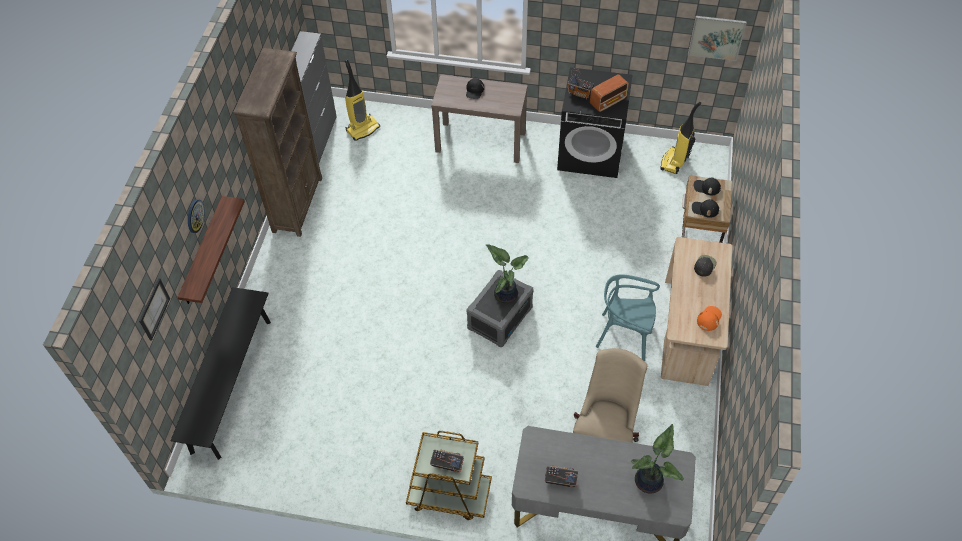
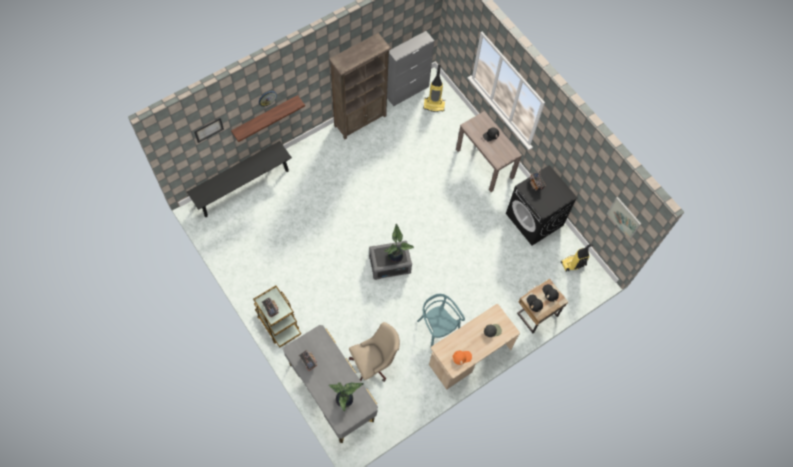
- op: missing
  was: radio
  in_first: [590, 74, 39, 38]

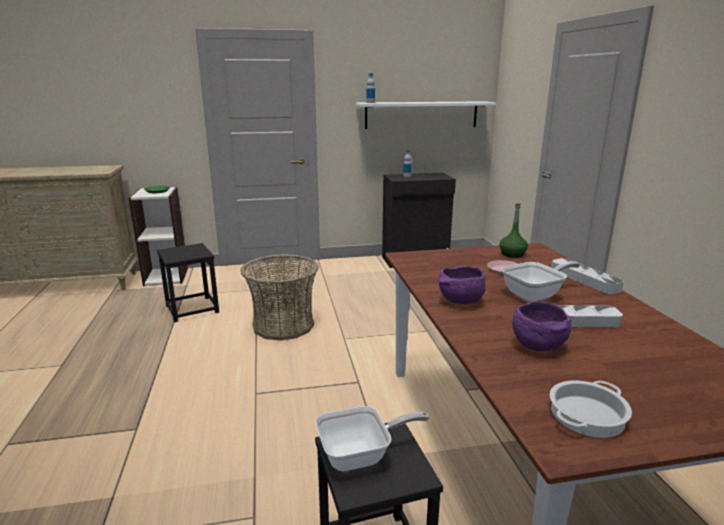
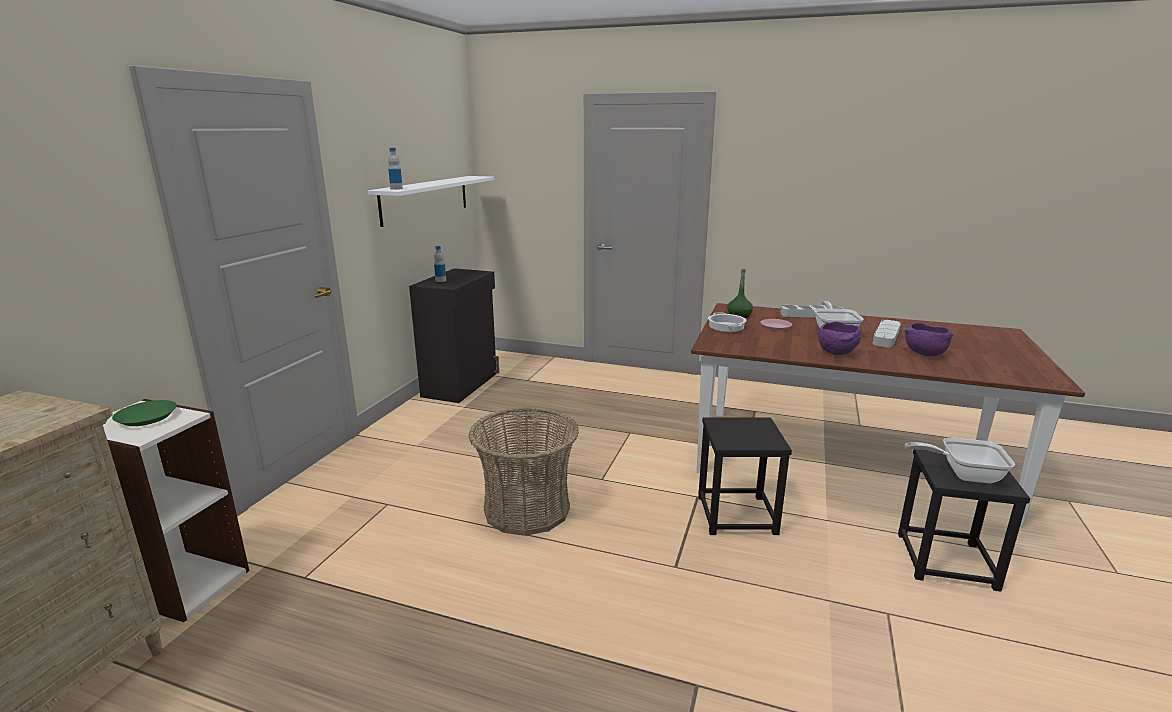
- op: relocated
  was: stool (black)
  in_first: [157, 243, 62, 79]
  in_second: [698, 417, 94, 118]
- op: relocated
  was: saucepot
  in_first: [550, 380, 82, 58]
  in_second: [708, 312, 39, 20]
- op: spun
  was: pan
  in_first: [315, 406, 115, 65]
  in_second: [905, 438, 110, 45]
  clockwise: -90

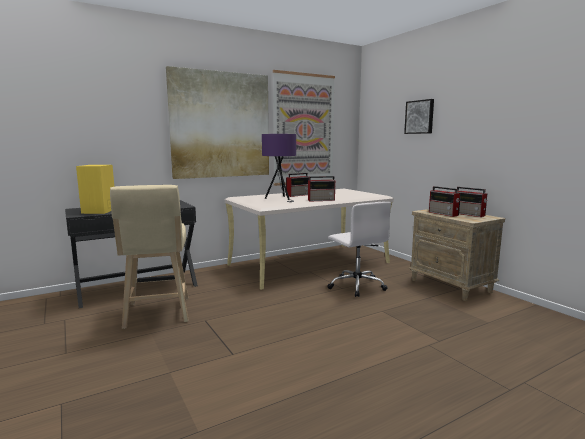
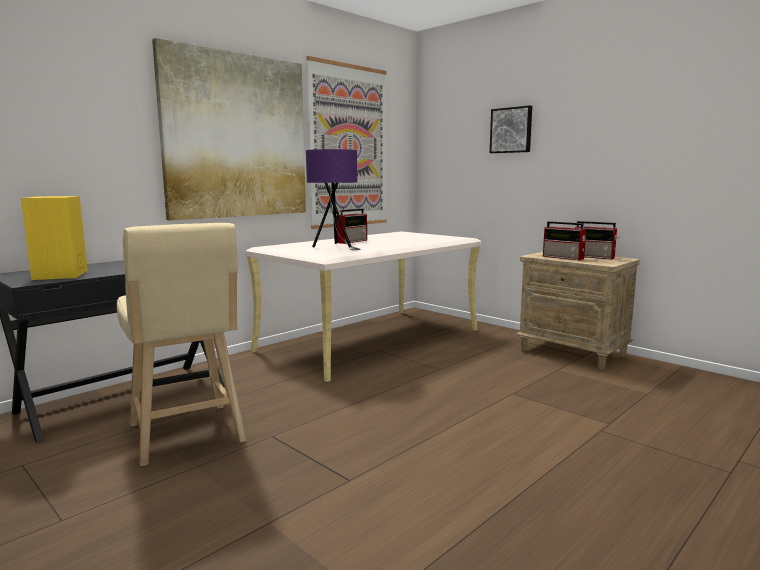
- op: missing
  was: radio
  in_first: [308, 176, 27, 25]
- op: missing
  was: office chair (white)
  in_first: [327, 201, 64, 96]

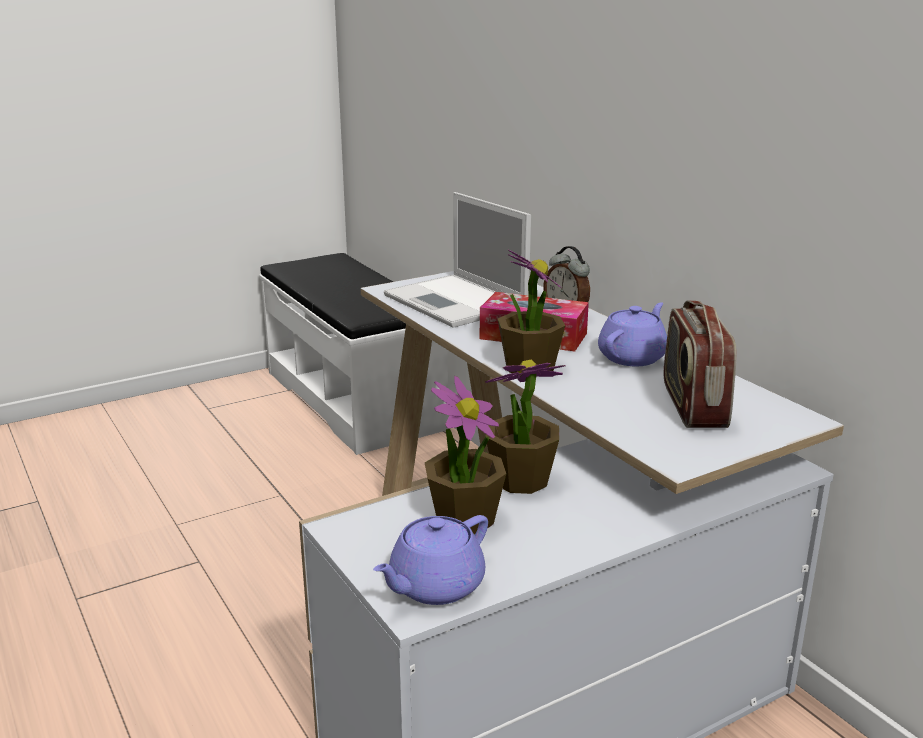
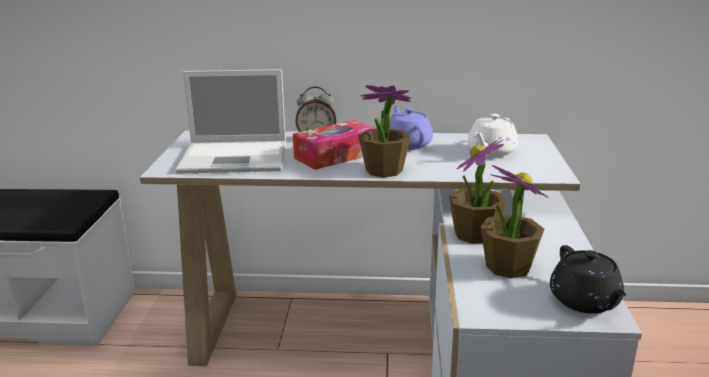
- op: exchanged
  was: radio
  now: teapot (white)
  in_first: [664, 300, 73, 128]
  in_second: [468, 114, 50, 43]
- op: colour
  was: teapot (purple)
  now: teapot (black)
  in_first: [373, 515, 115, 90]
  in_second: [550, 245, 76, 69]

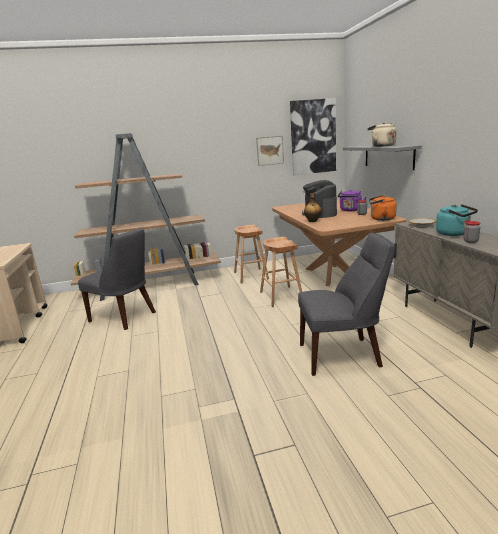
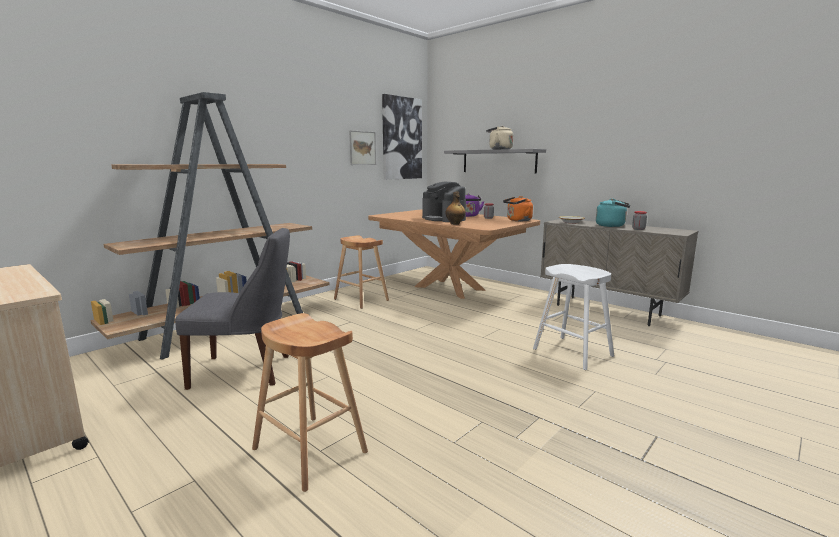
- op: relocated
  was: stool (brown-coloured)
  in_first: [260, 237, 42, 70]
  in_second: [252, 313, 116, 179]
- op: exchanged
  was: upright chair (gray)
  now: stool (white)
  in_first: [298, 232, 97, 144]
  in_second: [533, 264, 81, 106]

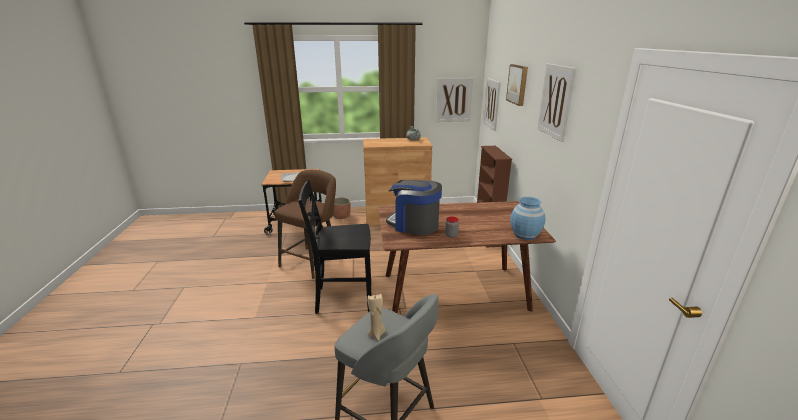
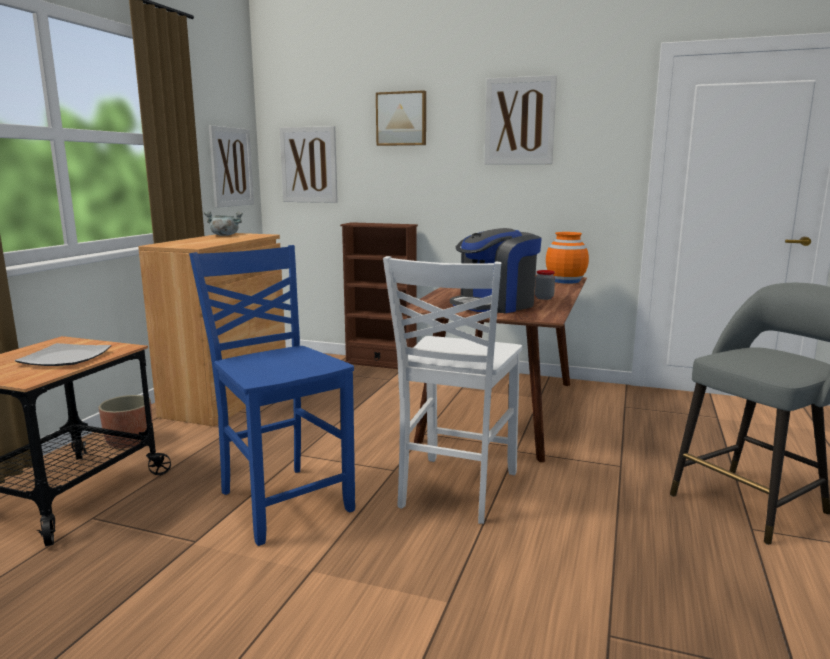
- op: missing
  was: wax light (beige)
  in_first: [368, 294, 17, 47]
- op: exchanged
  was: stool (brown-coloured)
  now: upright chair (blue-coloured)
  in_first: [274, 170, 62, 109]
  in_second: [189, 245, 166, 301]
- op: colour
  was: upright chair (black)
  now: upright chair (white)
  in_first: [298, 179, 74, 135]
  in_second: [383, 256, 139, 268]
- op: colour
  was: flower vase (blue-coloured)
  now: flower vase (orange)
  in_first: [510, 197, 35, 43]
  in_second: [546, 232, 43, 52]

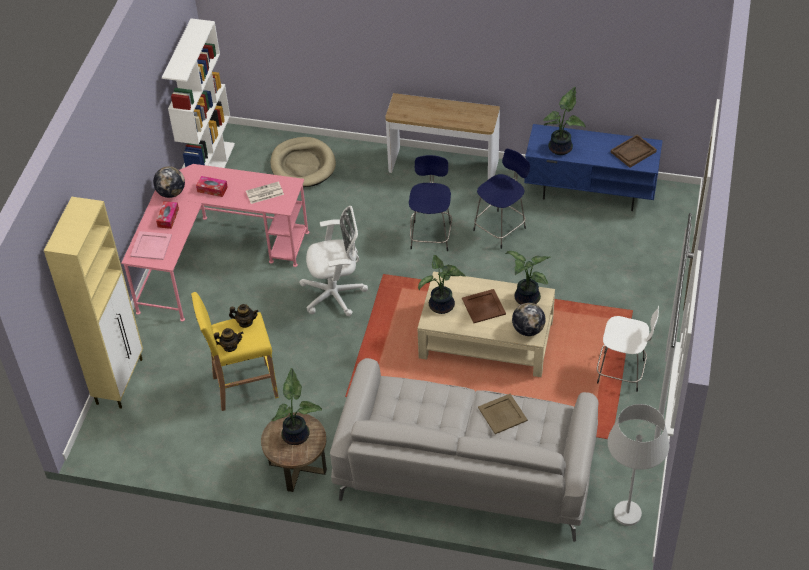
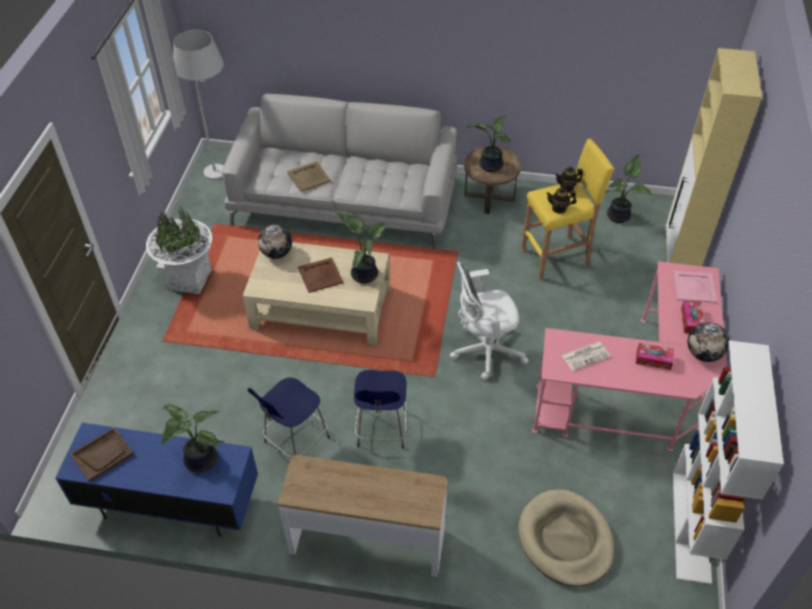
- op: relocated
  was: houseplant
  in_first: [505, 251, 45, 54]
  in_second: [605, 154, 46, 69]
- op: exchanged
  was: stool (white)
  now: flower pot (white)
  in_first: [597, 306, 62, 86]
  in_second: [146, 207, 66, 87]

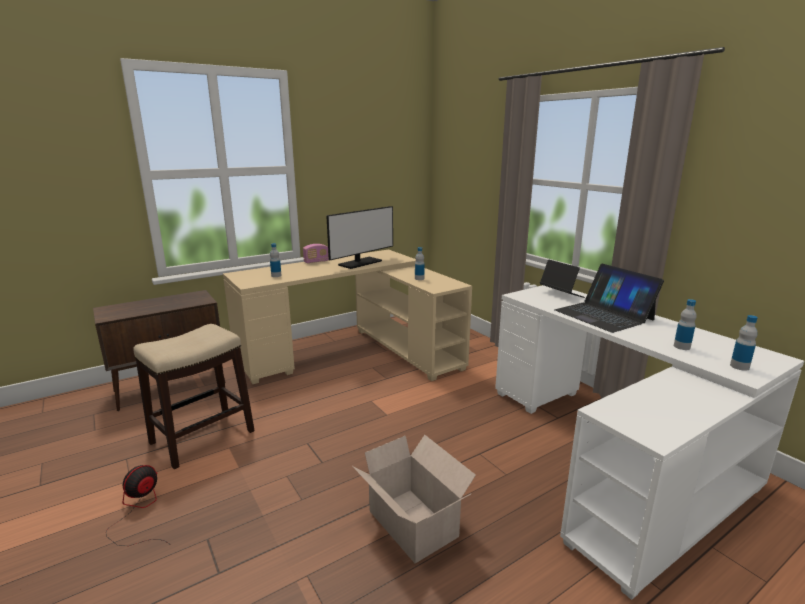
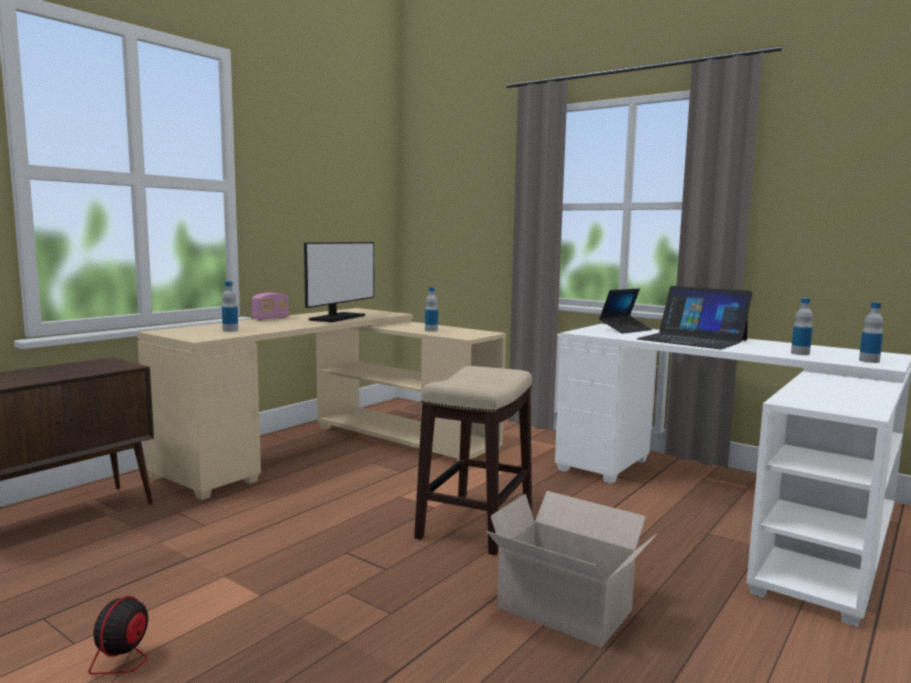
- op: relocated
  was: stool
  in_first: [133, 324, 122, 145]
  in_second: [414, 366, 118, 189]
- op: spun
  was: portable computer
  in_first: [540, 259, 45, 39]
  in_second: [599, 289, 53, 45]
  clockwise: 105

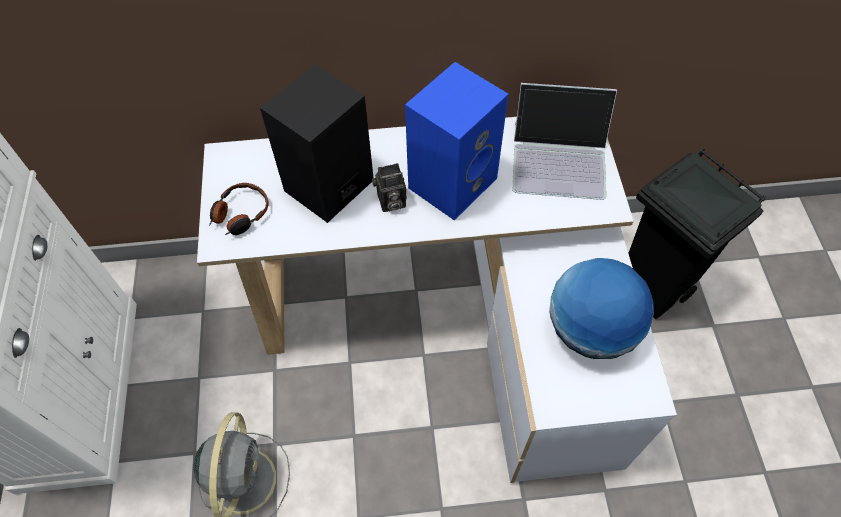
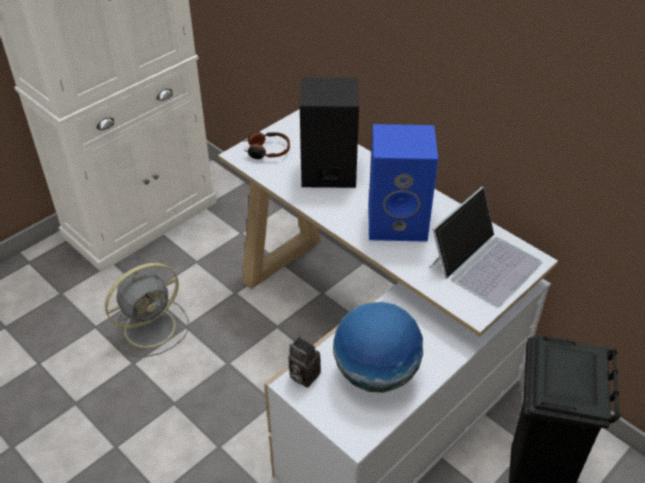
- op: relocated
  was: still camera
  in_first: [372, 163, 35, 49]
  in_second: [288, 337, 33, 51]
- op: spun
  was: portable computer
  in_first: [512, 83, 105, 117]
  in_second: [430, 187, 112, 121]
  clockwise: -105

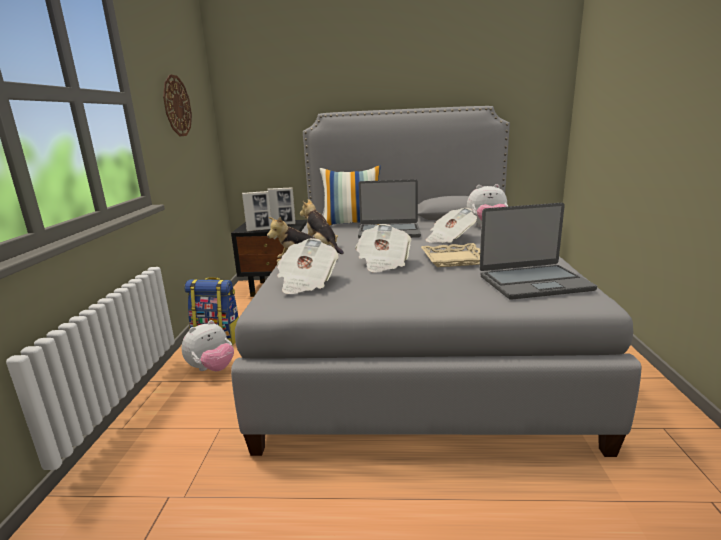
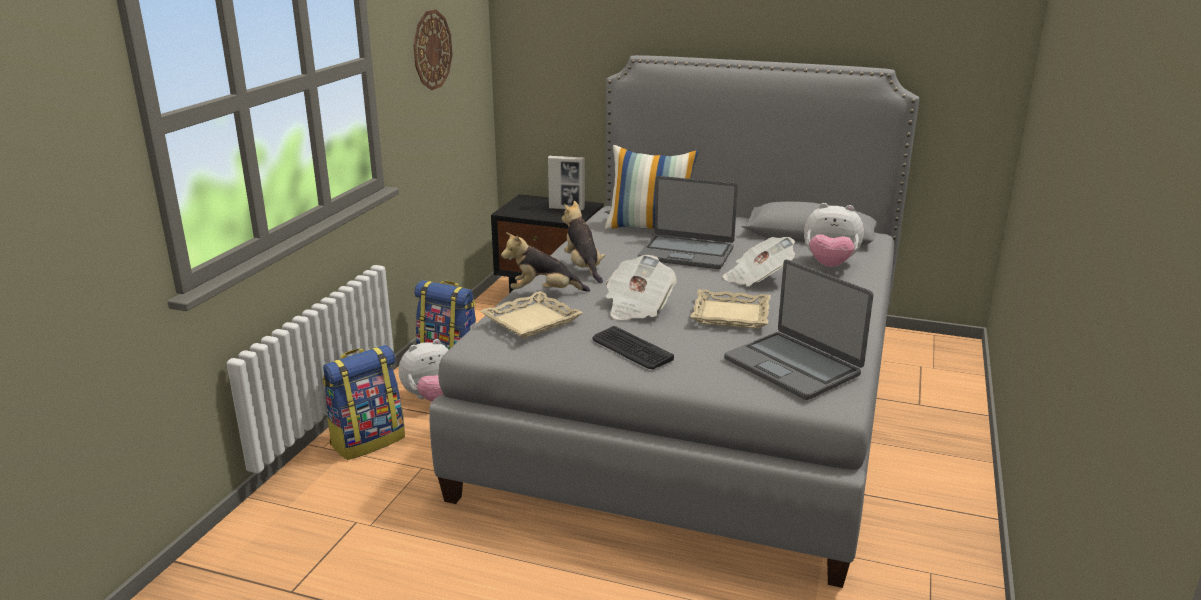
- op: missing
  was: standing frame
  in_first: [242, 191, 30, 40]
- op: appeared
  now: backpack
  in_second: [322, 345, 83, 115]
- op: appeared
  now: PC keyboard
  in_second: [593, 326, 81, 43]
- op: exchanged
  was: daily paper
  now: serving tray (beige)
  in_first: [277, 238, 62, 56]
  in_second: [481, 291, 102, 47]
- op: spun
  was: portable computer
  in_first: [480, 203, 117, 97]
  in_second: [724, 259, 149, 141]
  clockwise: 45

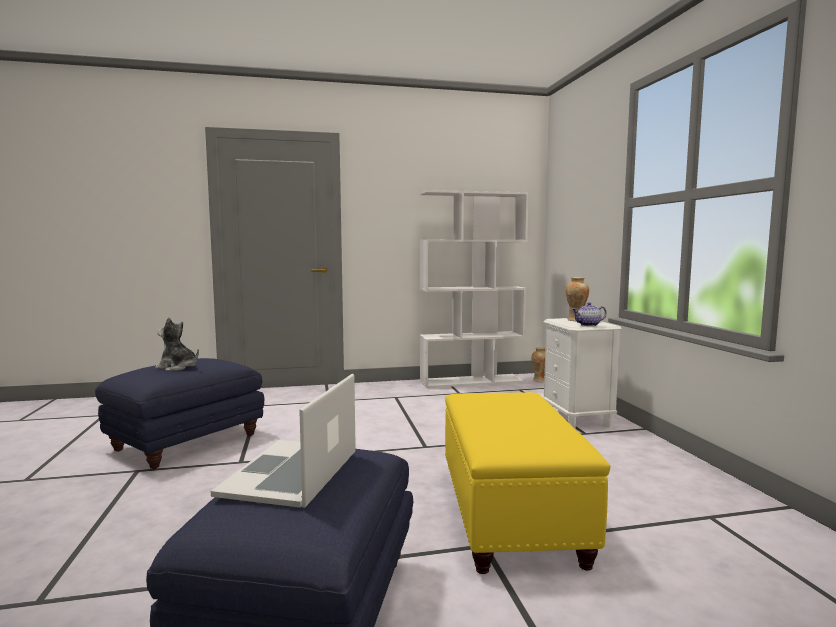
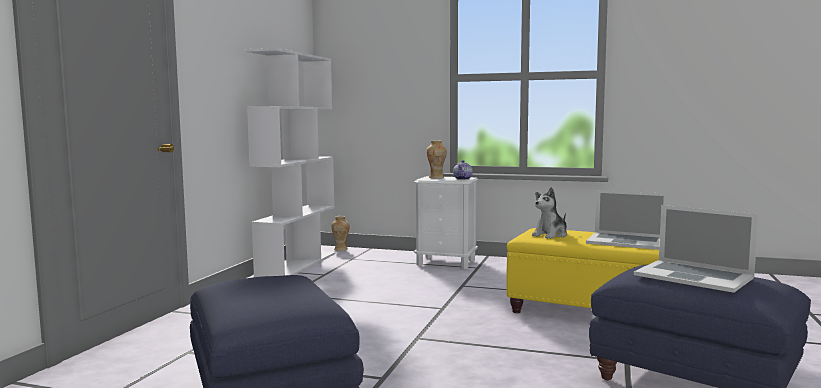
- op: appeared
  now: portable computer
  in_second: [586, 190, 82, 60]
- op: relocated
  was: soft toy
  in_first: [155, 317, 44, 54]
  in_second: [532, 187, 35, 52]

